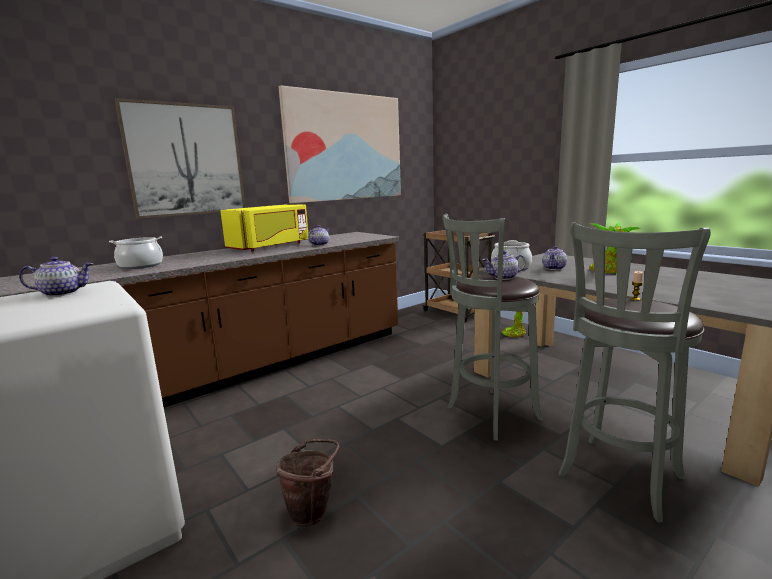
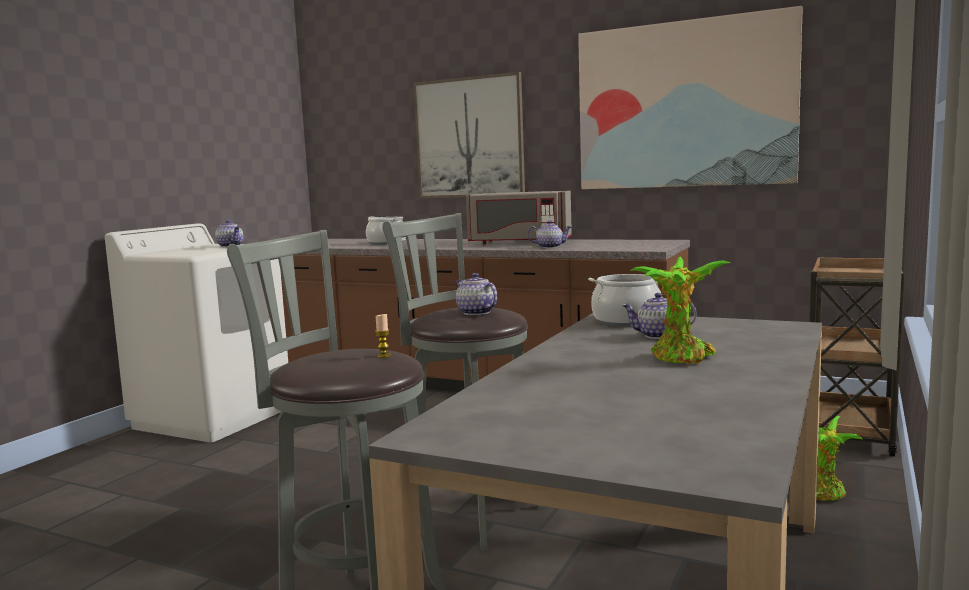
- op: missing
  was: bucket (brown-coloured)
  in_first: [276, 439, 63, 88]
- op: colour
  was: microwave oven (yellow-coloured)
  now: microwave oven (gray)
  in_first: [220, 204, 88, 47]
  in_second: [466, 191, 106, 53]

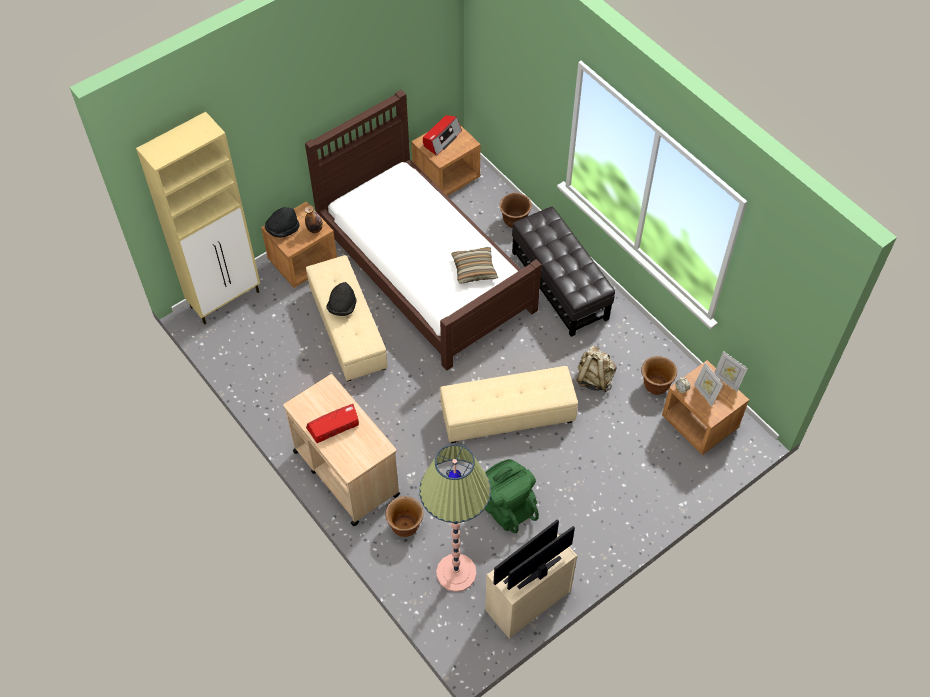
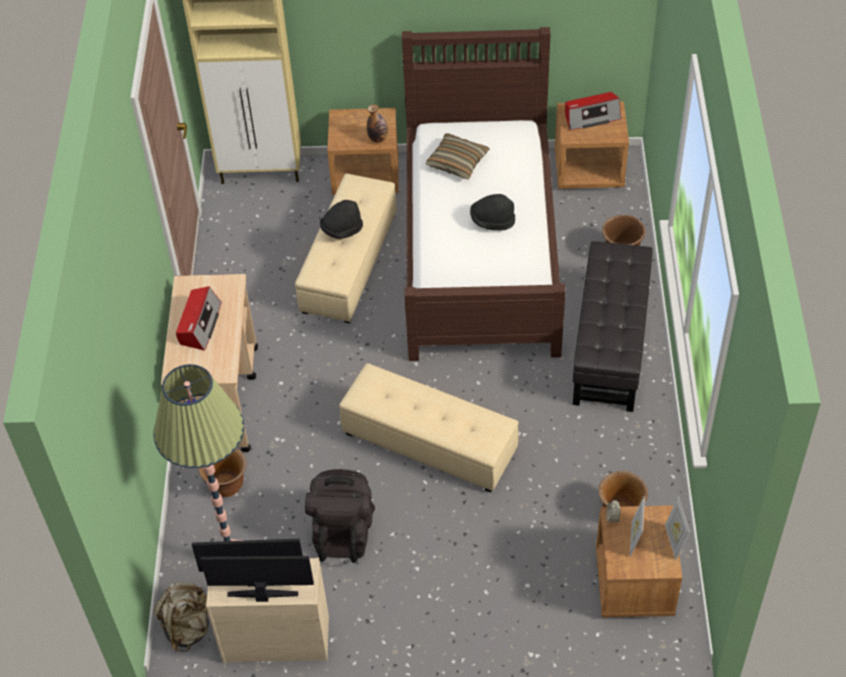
- op: relocated
  was: hat (black)
  in_first: [265, 207, 35, 31]
  in_second: [470, 194, 46, 37]
- op: relocated
  was: throw pillow
  in_first: [451, 247, 47, 36]
  in_second: [425, 133, 65, 46]
- op: relocated
  was: backpack (beige)
  in_first: [576, 346, 41, 47]
  in_second: [154, 582, 54, 70]
- op: colour
  was: backpack (green)
  now: backpack (black)
  in_first: [485, 459, 54, 74]
  in_second: [305, 469, 70, 94]
- op: spun
  was: radio
  in_first: [306, 404, 53, 39]
  in_second: [176, 287, 45, 64]
  clockwise: 90

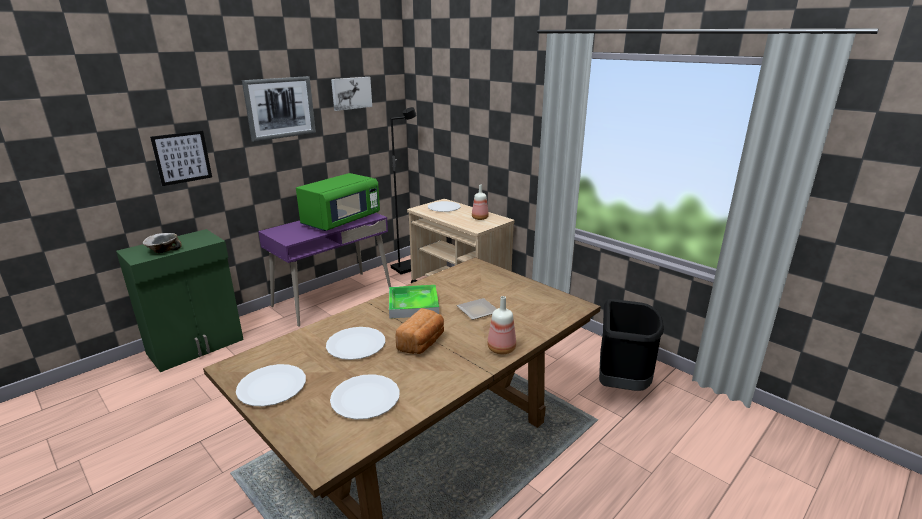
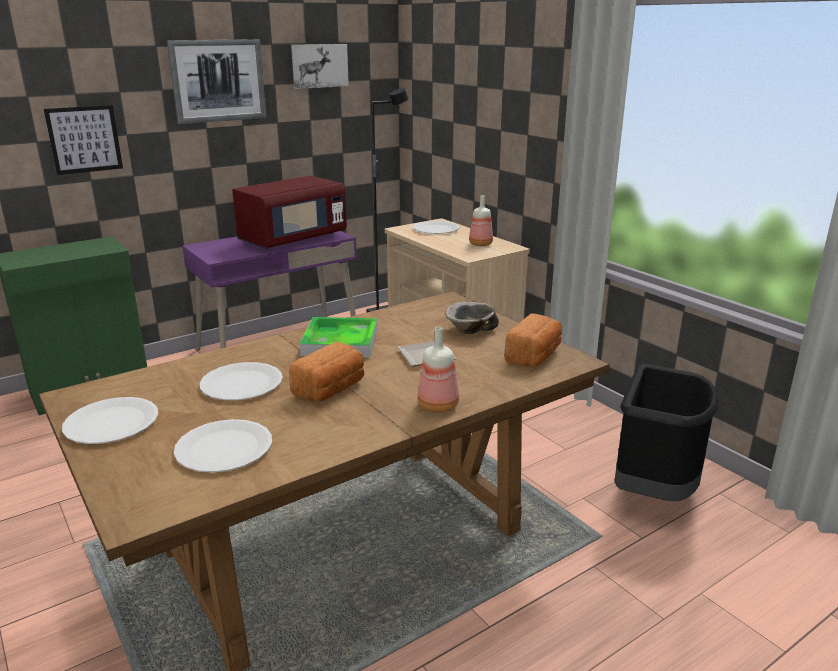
- op: appeared
  now: bakery bread
  in_second: [505, 313, 57, 53]
- op: relocated
  was: deep dish
  in_first: [142, 233, 40, 20]
  in_second: [445, 302, 54, 32]
- op: colour
  was: microwave oven (green)
  now: microwave oven (red-coloured)
  in_first: [296, 173, 84, 58]
  in_second: [232, 176, 115, 74]

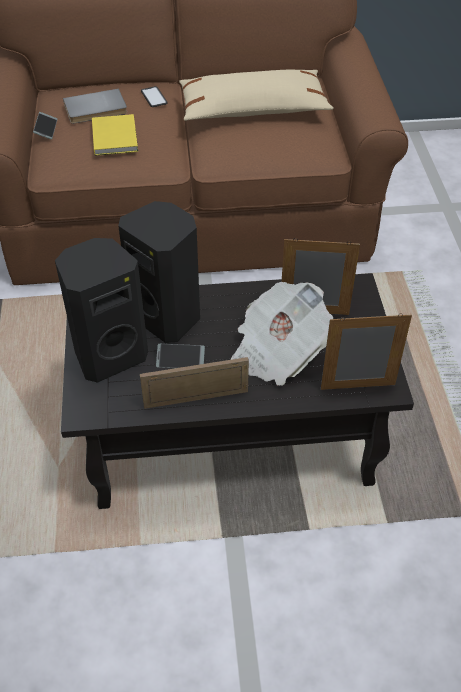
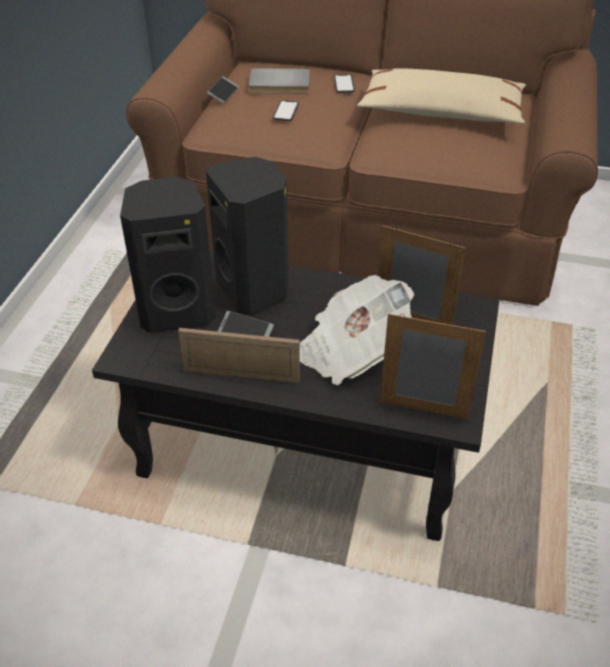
- op: exchanged
  was: book (yellow-coloured)
  now: telephone
  in_first: [92, 114, 46, 42]
  in_second: [273, 100, 26, 21]

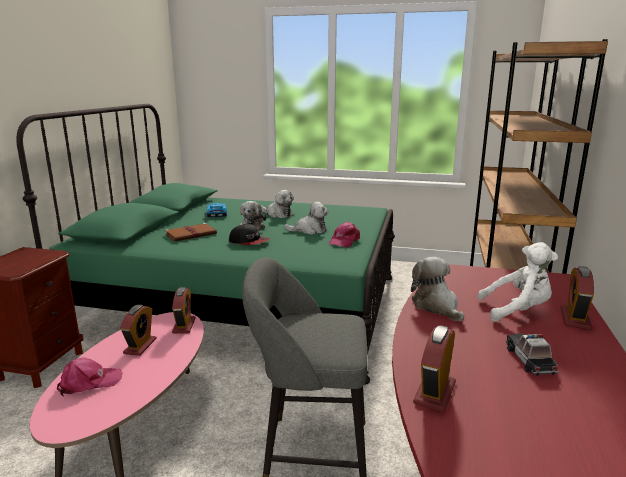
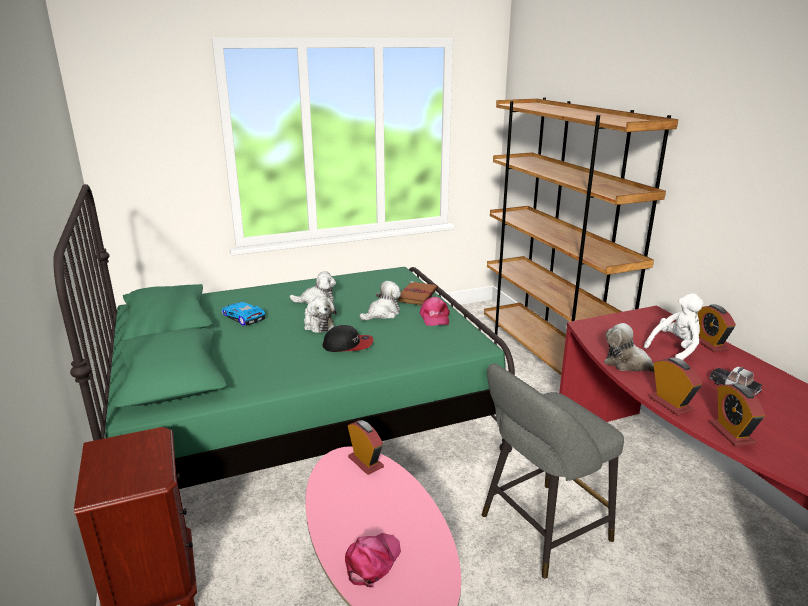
- op: relocated
  was: bedside clock
  in_first: [120, 305, 37, 51]
  in_second: [649, 357, 53, 59]
- op: relocated
  was: book (brown-coloured)
  in_first: [165, 223, 52, 19]
  in_second: [396, 281, 42, 24]

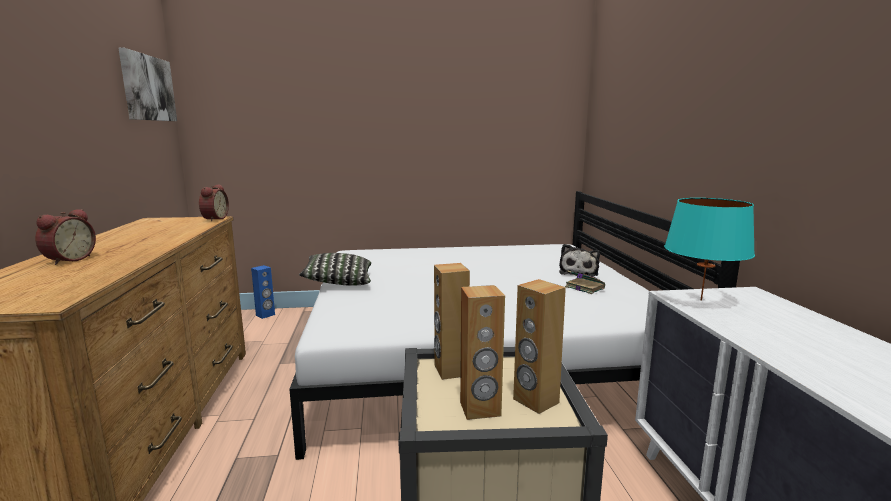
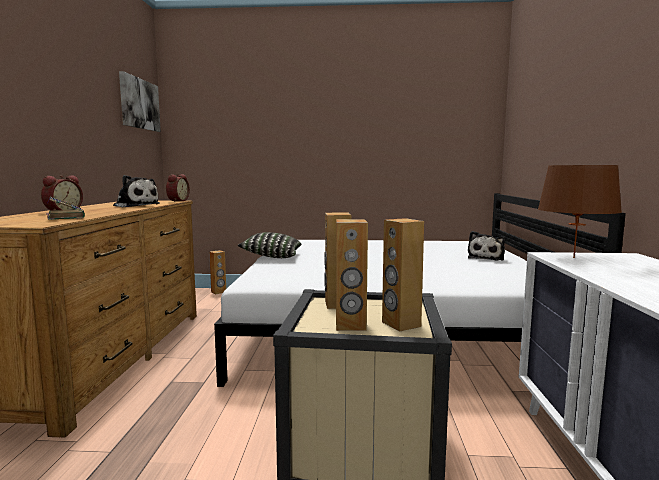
- op: appeared
  now: soft toy
  in_second: [113, 175, 47, 32]
- op: relocated
  was: book
  in_first: [565, 271, 40, 23]
  in_second: [46, 197, 39, 23]
- op: colour
  was: loudspeaker (blue-coloured)
  now: loudspeaker (brown-coloured)
  in_first: [251, 265, 24, 54]
  in_second: [209, 250, 17, 44]
- op: colour
  was: table lamp (turquoise-coloured)
  now: table lamp (brown-coloured)
  in_first: [664, 198, 91, 103]
  in_second: [538, 165, 84, 93]

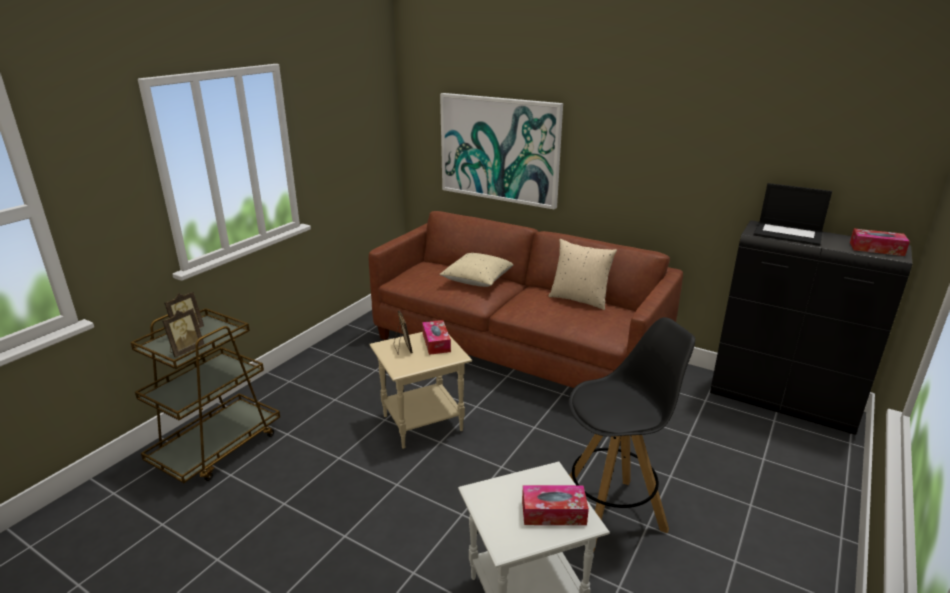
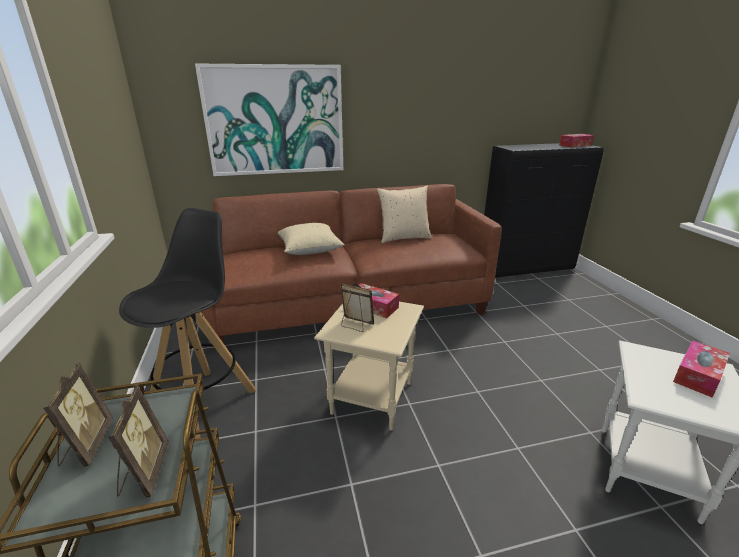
- op: missing
  was: portable computer
  in_first: [753, 183, 79, 63]
- op: relocated
  was: stool (black)
  in_first: [569, 317, 126, 235]
  in_second: [119, 208, 137, 231]

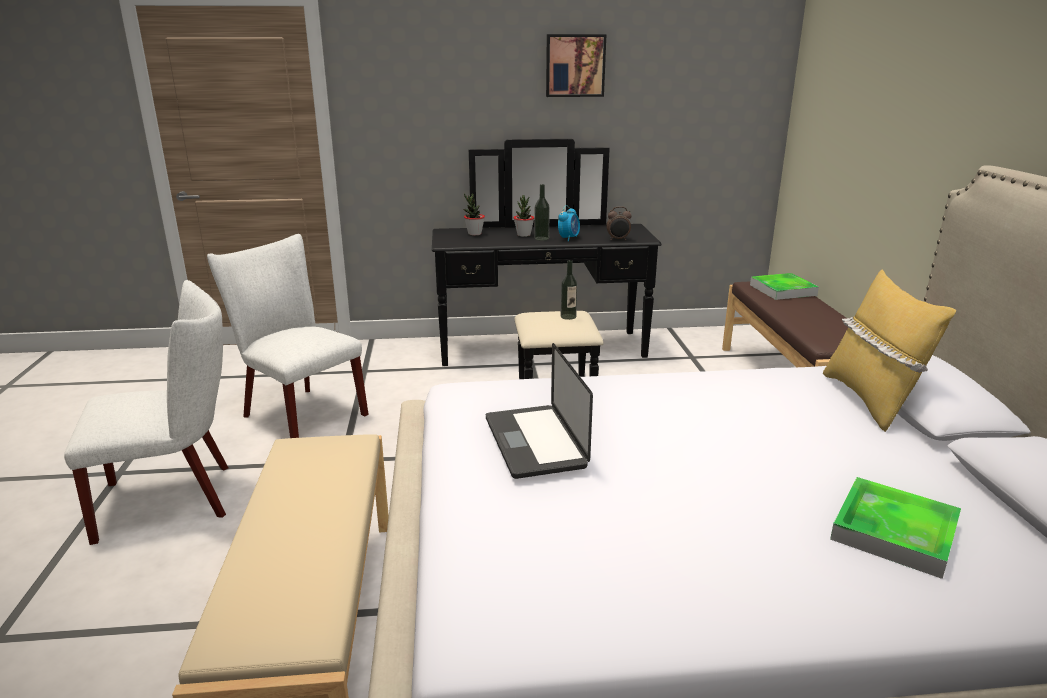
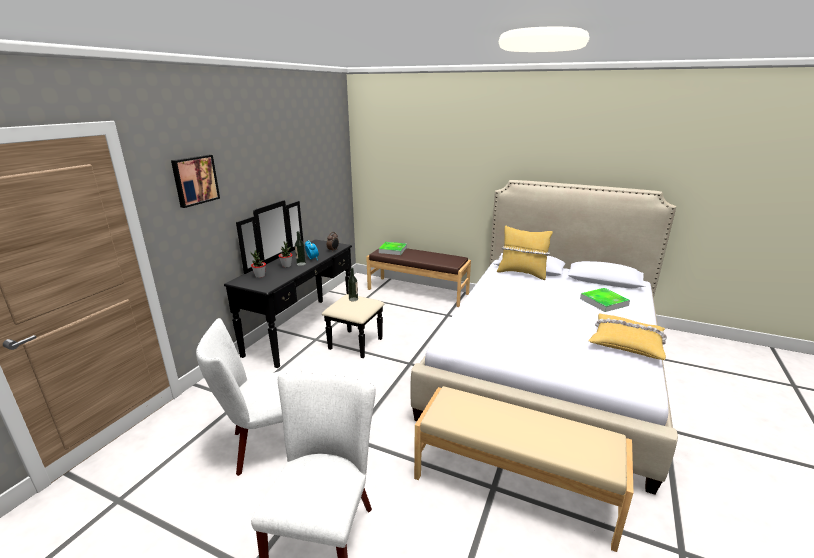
- op: missing
  was: portable computer
  in_first: [486, 343, 107, 136]
- op: appeared
  now: throw pillow (yellow-coloured)
  in_second: [589, 313, 78, 47]
- op: relocated
  was: picture
  in_first: [546, 34, 60, 63]
  in_second: [171, 155, 49, 53]

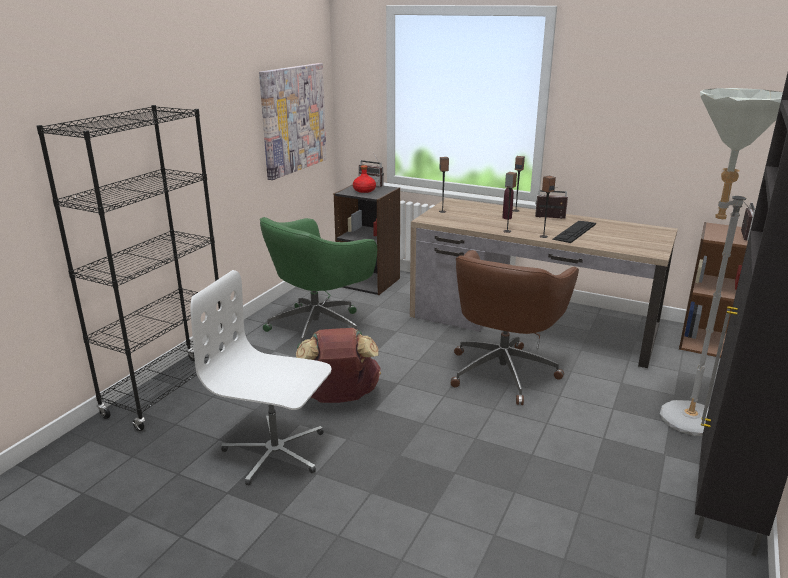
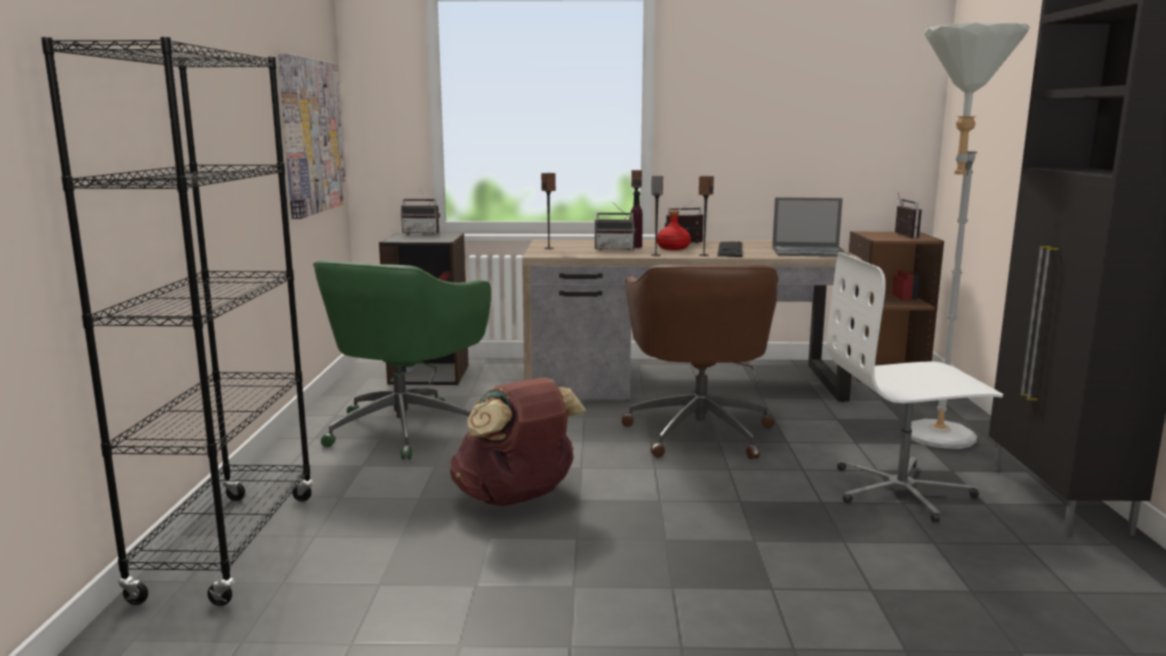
- op: appeared
  now: radio
  in_second: [595, 201, 41, 49]
- op: appeared
  now: portable computer
  in_second: [772, 197, 76, 60]
- op: relocated
  was: office chair (white)
  in_first: [190, 270, 142, 216]
  in_second: [827, 252, 176, 271]
- op: relocated
  was: drink bottle (red-coloured)
  in_first: [353, 165, 23, 28]
  in_second: [657, 211, 34, 39]

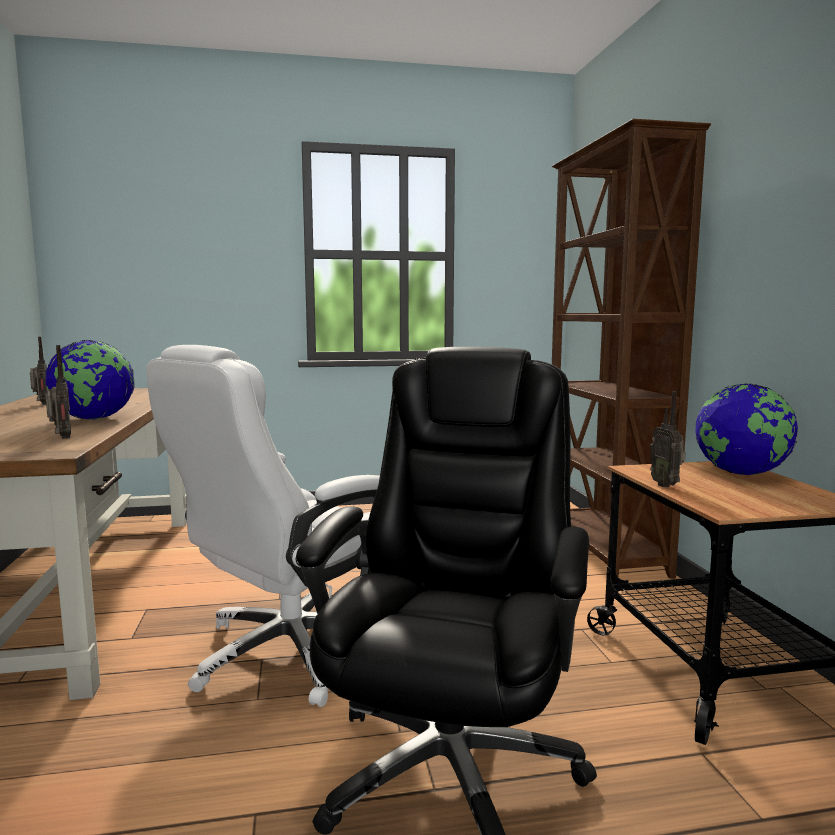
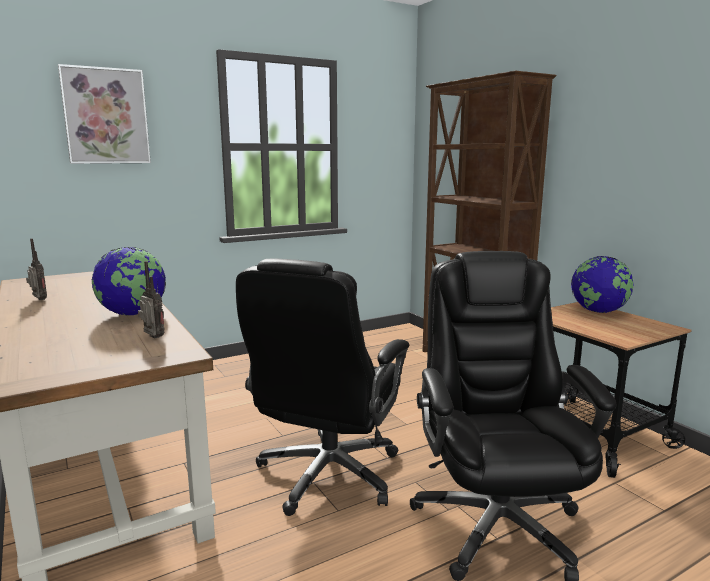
- op: missing
  was: radio
  in_first: [650, 391, 36, 96]
- op: appeared
  now: picture
  in_second: [58, 64, 93, 100]
- op: colour
  was: office chair (white)
  now: office chair (black)
  in_first: [146, 345, 234, 362]
  in_second: [236, 259, 173, 257]

